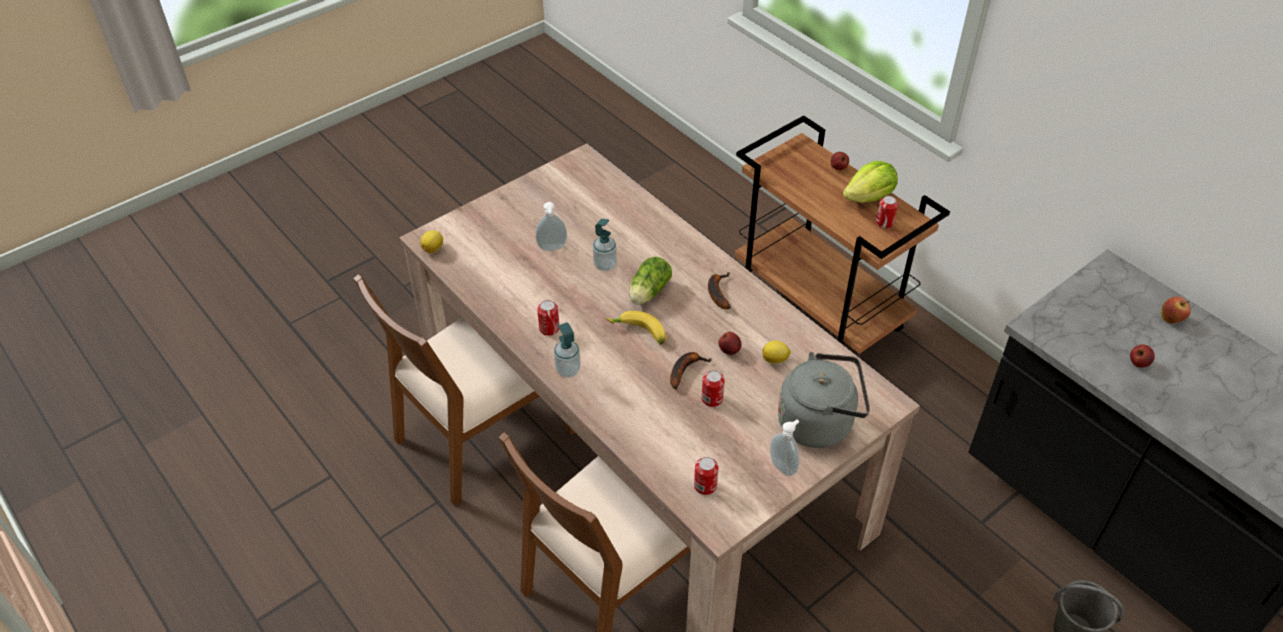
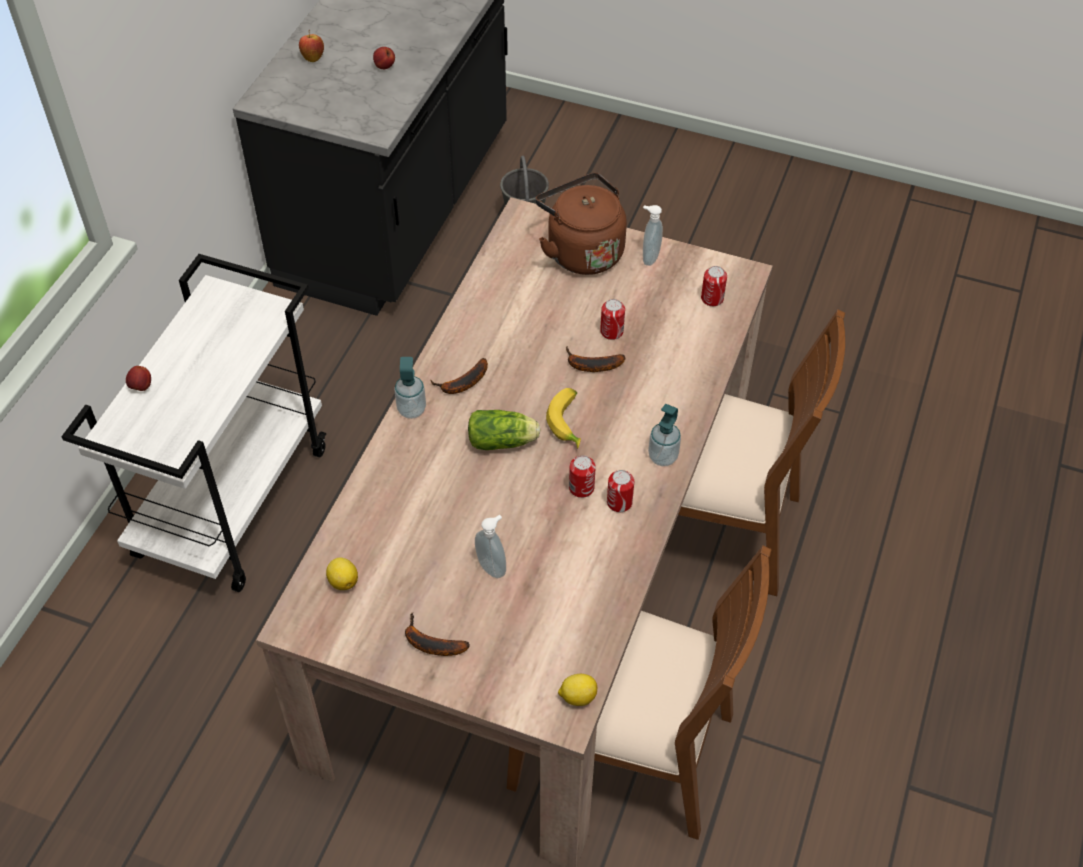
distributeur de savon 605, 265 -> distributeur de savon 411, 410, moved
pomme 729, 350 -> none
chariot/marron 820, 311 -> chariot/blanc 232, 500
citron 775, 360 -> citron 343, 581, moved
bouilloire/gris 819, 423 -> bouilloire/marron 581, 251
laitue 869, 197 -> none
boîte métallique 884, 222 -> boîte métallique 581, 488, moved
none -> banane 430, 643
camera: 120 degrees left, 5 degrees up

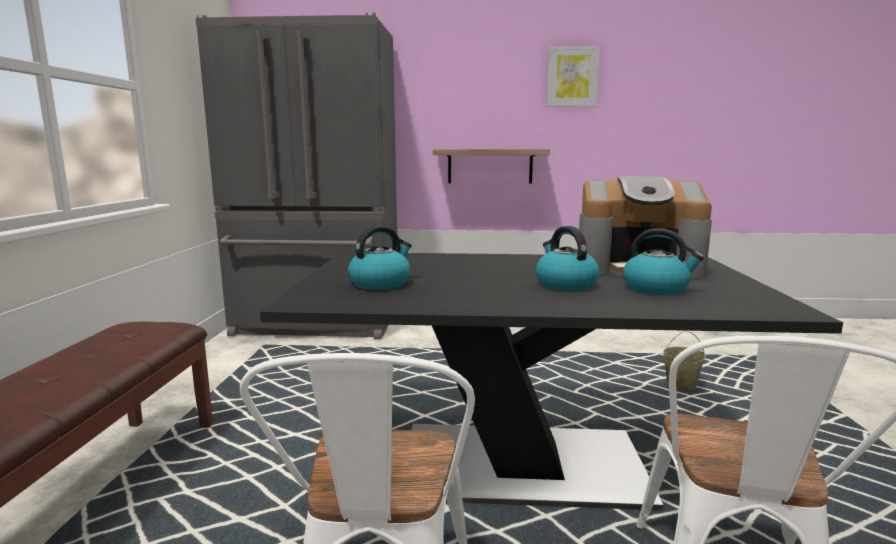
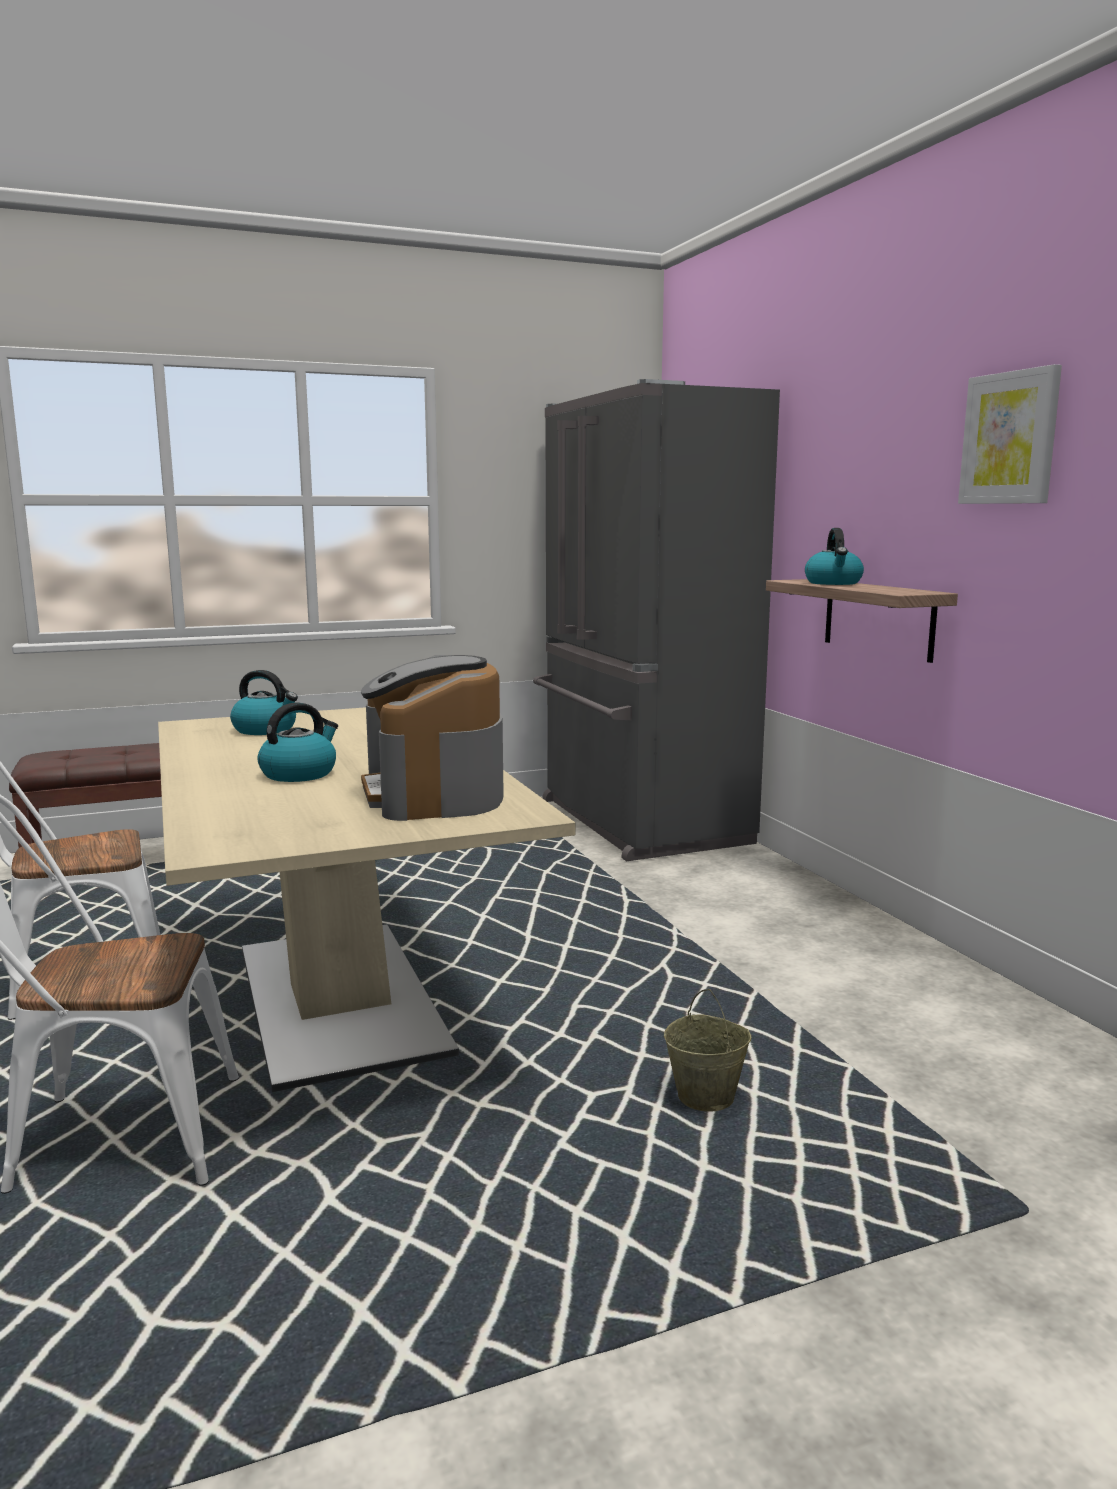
table à manger/noir 522, 465 -> table à manger/beige 339, 999
bouilloire 656, 288 -> bouilloire 833, 583, moved
camera: 65 degrees right, 0 degrees up

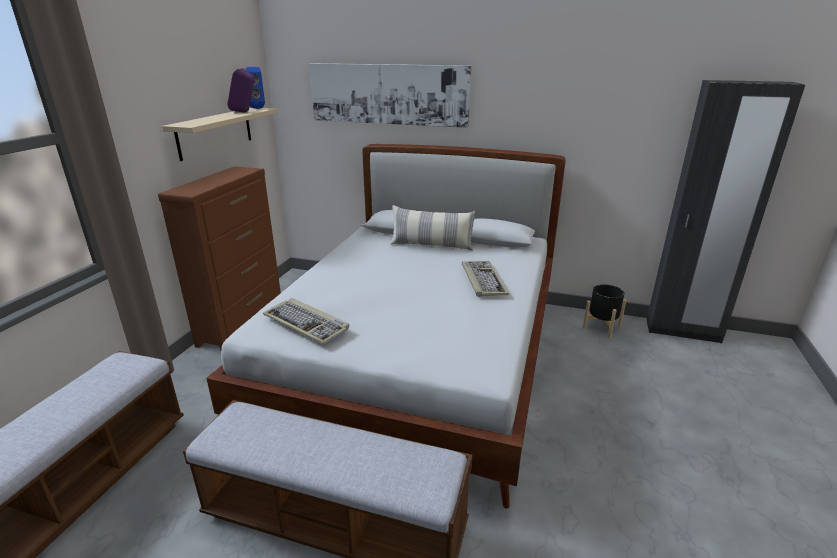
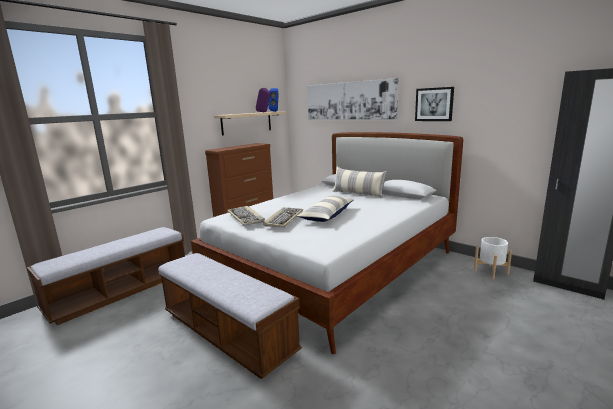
clavier 482, 280 -> clavier 283, 219, moved
cache-pot/noir 602, 327 -> cache-pot/blanc 491, 272
none -> coussin 327, 215
none -> tableau 434, 104
camera: 25 degrees right, 10 degrees down

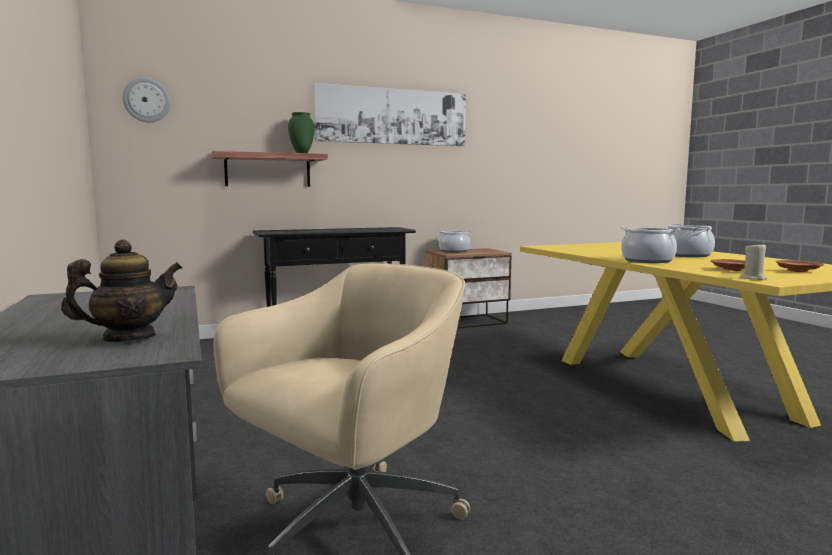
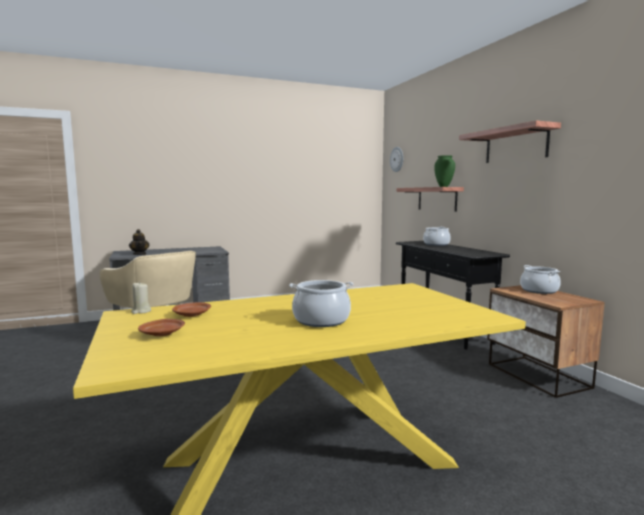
tableau 392, 116 -> étagère 516, 145
marmite 647, 260 -> marmite 436, 244, moved
camera: 90 degrees right, 0 degrees up

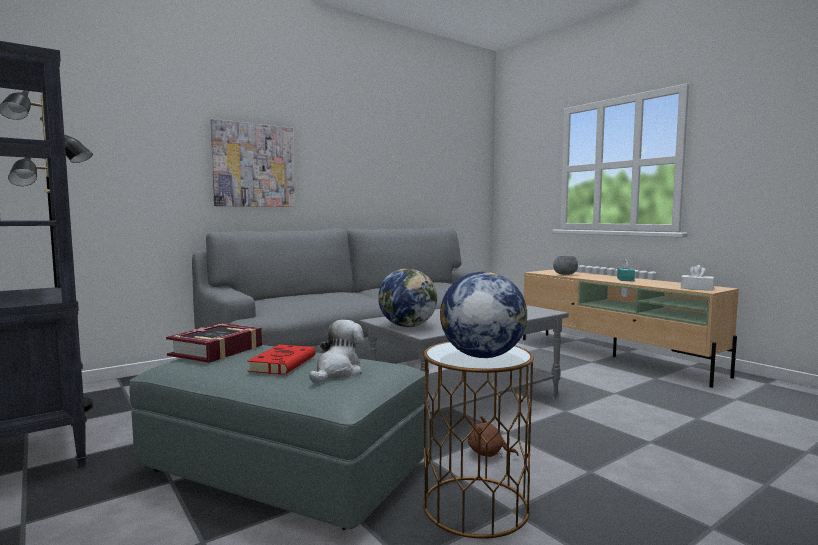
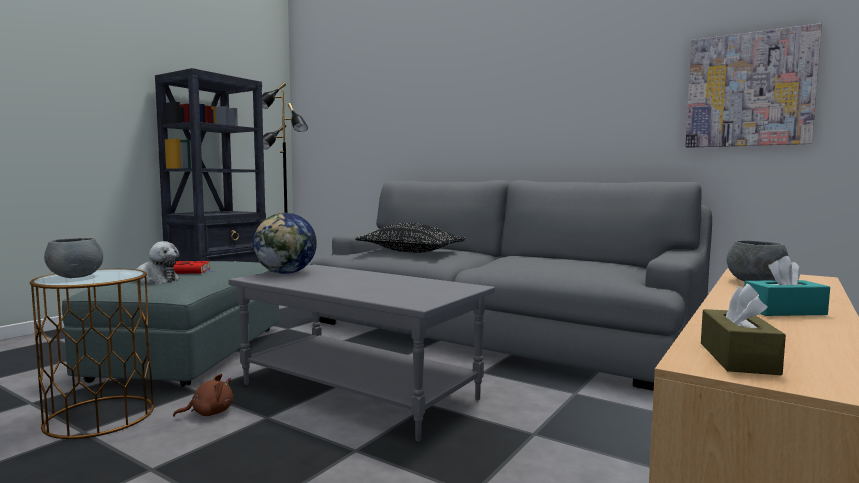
livre 217, 351 -> none
tableau 254, 165 -> tableau 749, 90, moved
globe 481, 356 -> bol/gris 76, 277
peluche/marron 488, 453 -> peluche/marron 209, 413, 60 degrees clockwise
boîte à mouchoirs/blanc 696, 288 -> boîte à mouchoirs/marron 738, 358
none -> coussin/noir 410, 251
camera: 70 degrees right, 0 degrees up

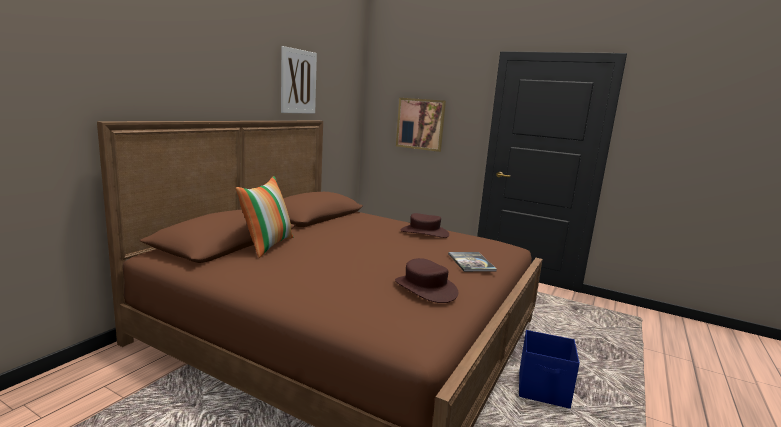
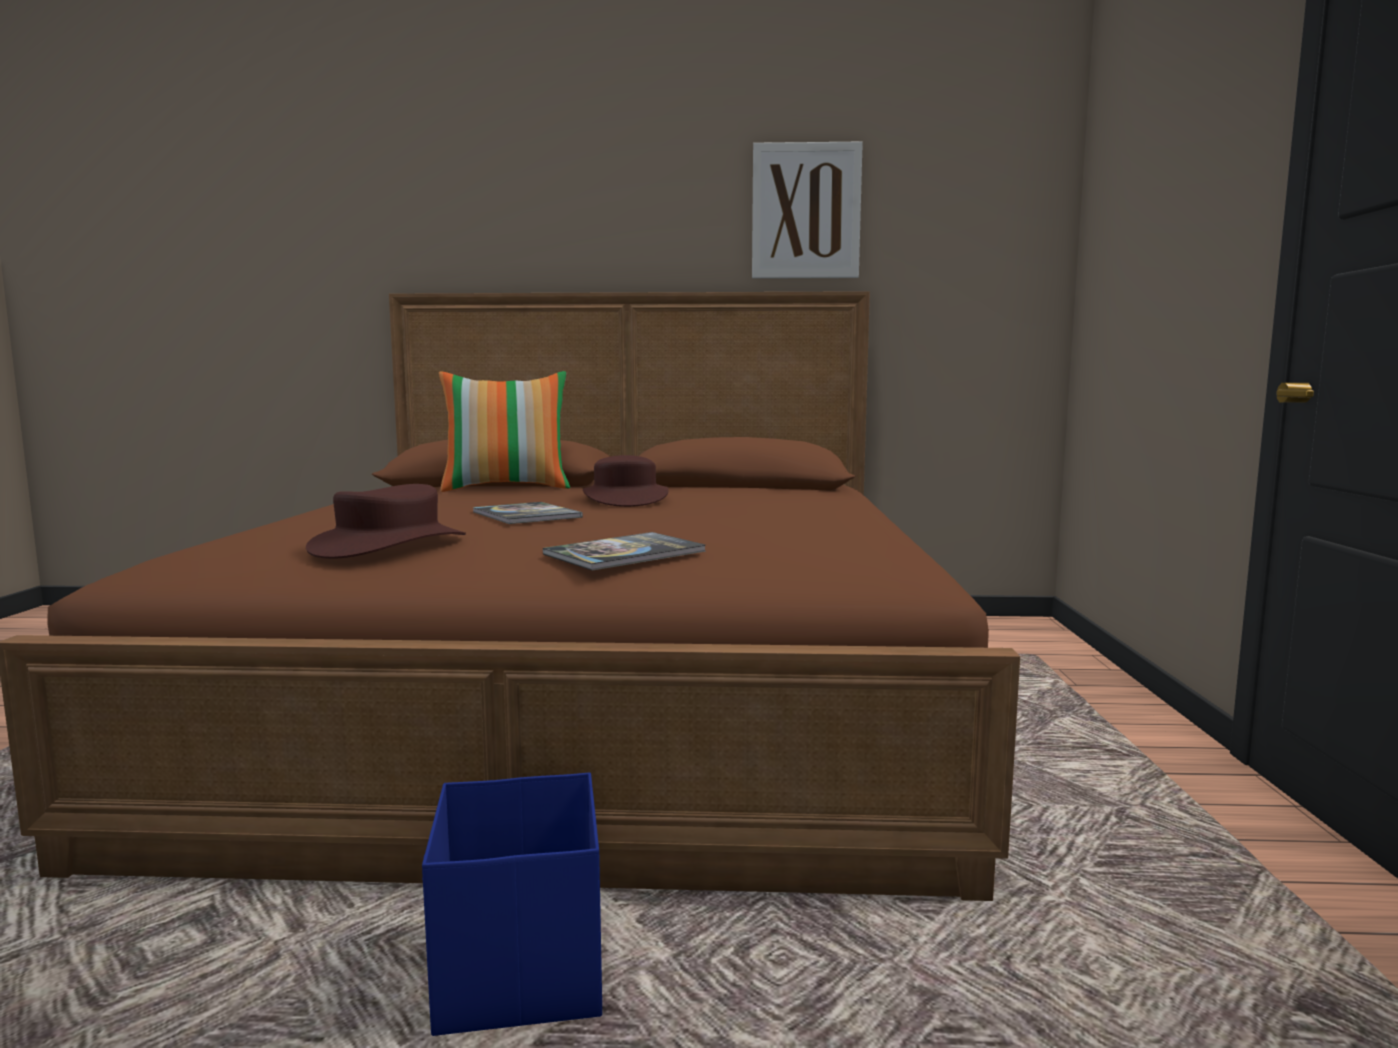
tableau 420, 124 -> none
chapeau/marron 424, 232 -> chapeau/marron 625, 499, moved
none -> livre 526, 515
camera: 65 degrees right, 5 degrees down

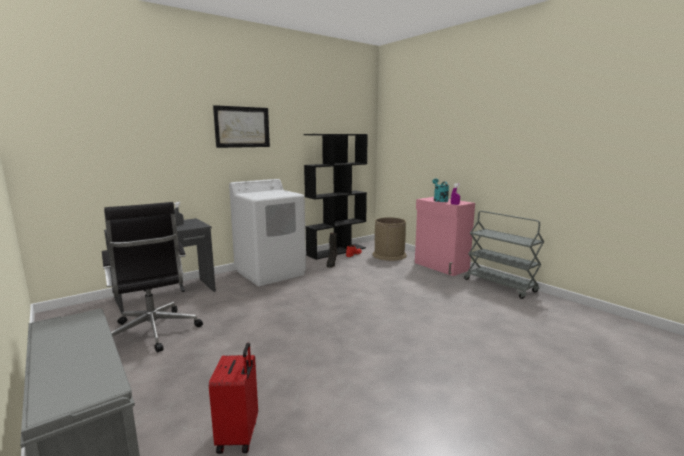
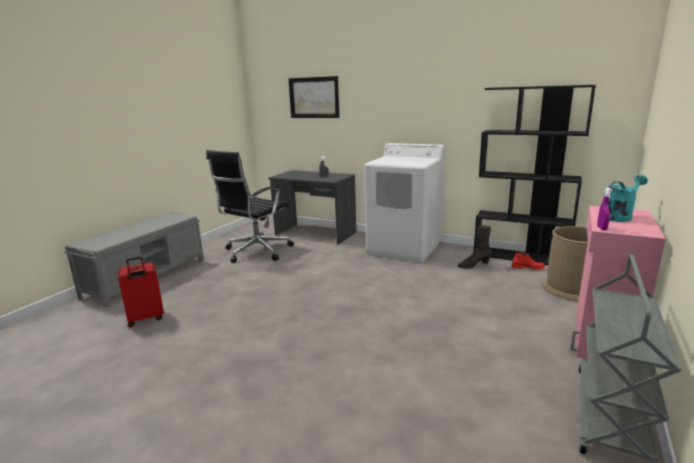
tableau 242, 127 -> tableau 314, 97, moved
camera: 65 degrees right, 5 degrees up

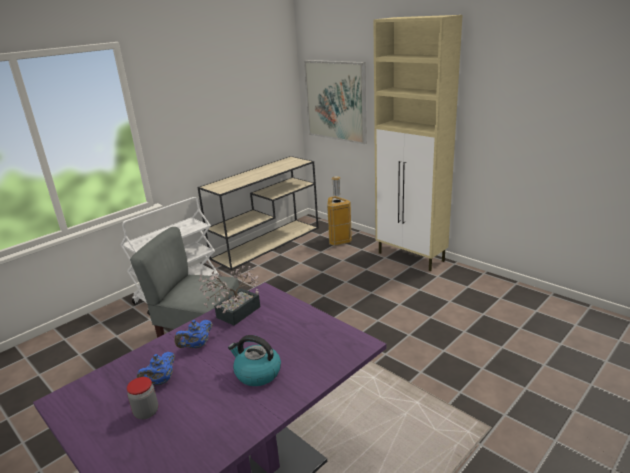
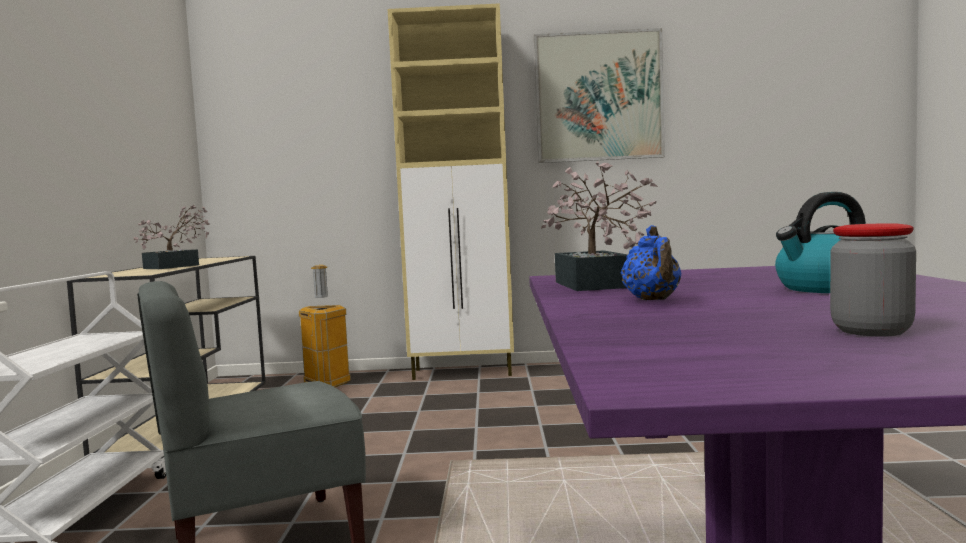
théière/bleu 160, 382 -> none
tableau 336, 101 -> tableau 598, 97, moved
none -> plante en pot 177, 266
camera: 45 degrees left, 20 degrees down

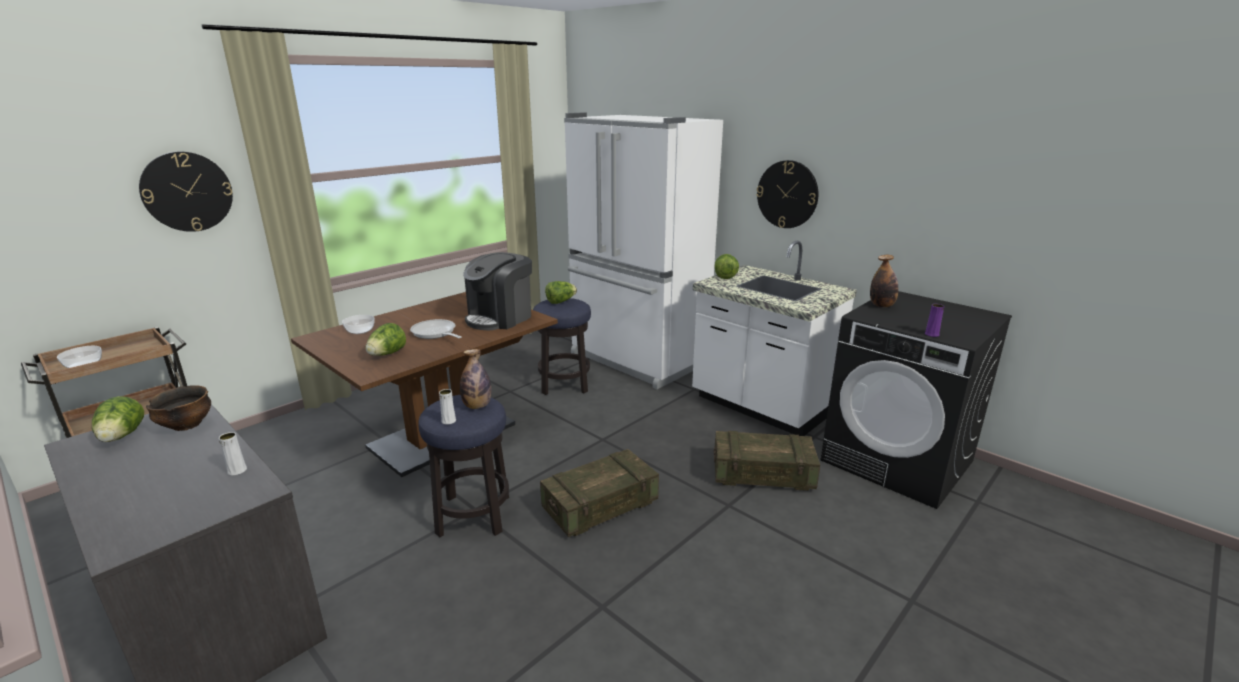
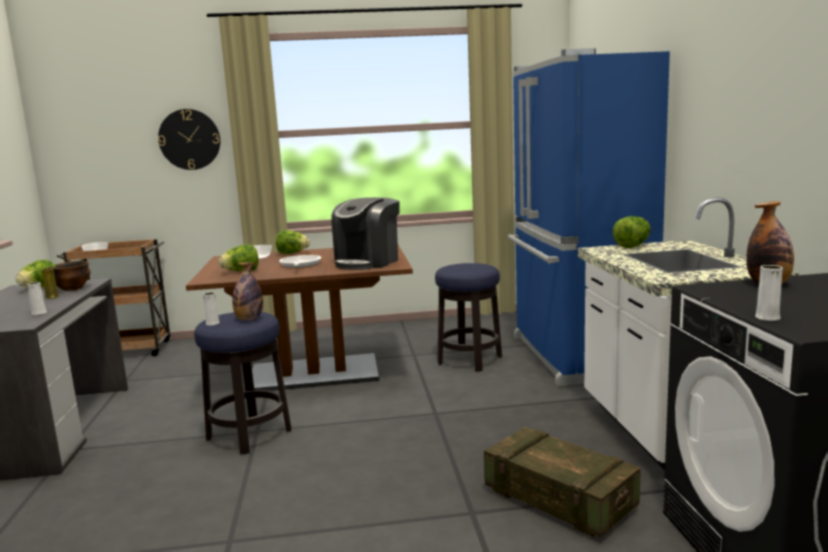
machine à café 500, 318 -> machine à café 368, 262, 45 degrees counterclockwise
caisse 600, 506 -> none
laitue 560, 301 -> laitue 292, 253, moved
réfrigérateur/blanc 636, 360 -> réfrigérateur/bleu 576, 356
horloge murale 787, 194 -> none
vase/violet 931, 334 -> vase/blanc 767, 318
none -> vase/jaune 52, 297
camera: 40 degrees right, 10 degrees down

